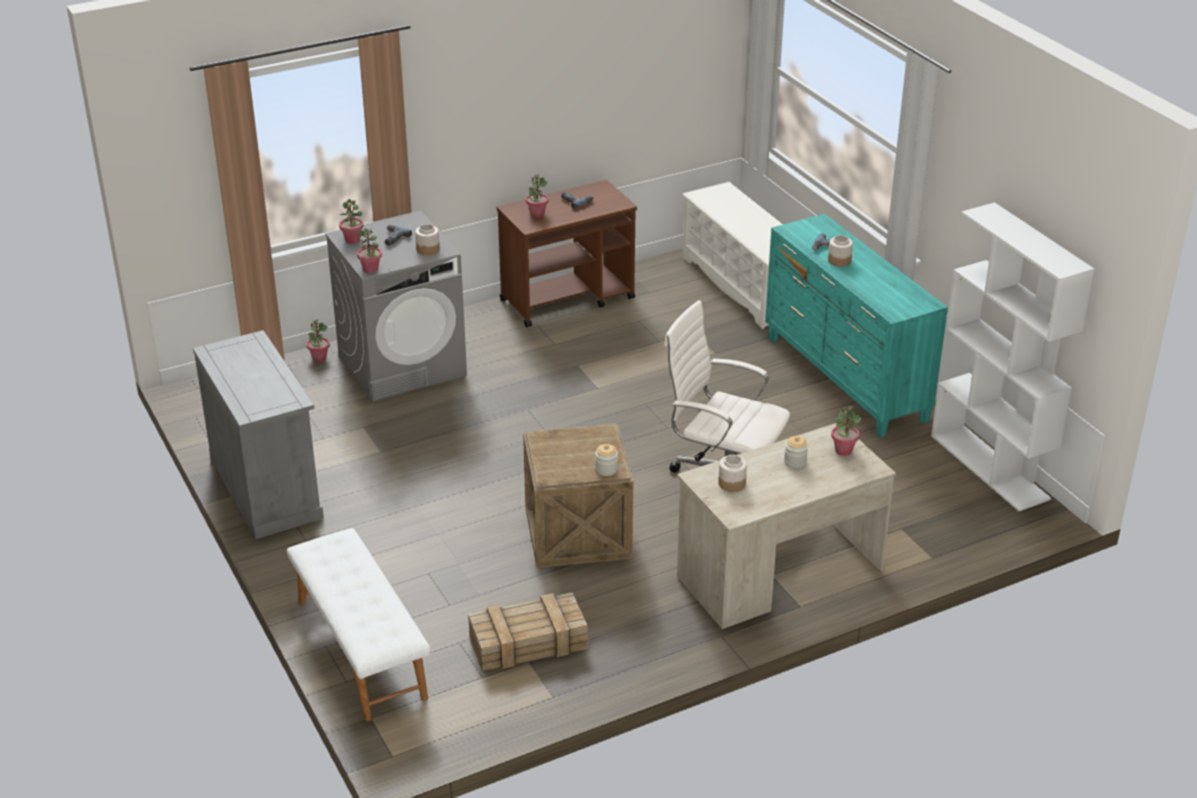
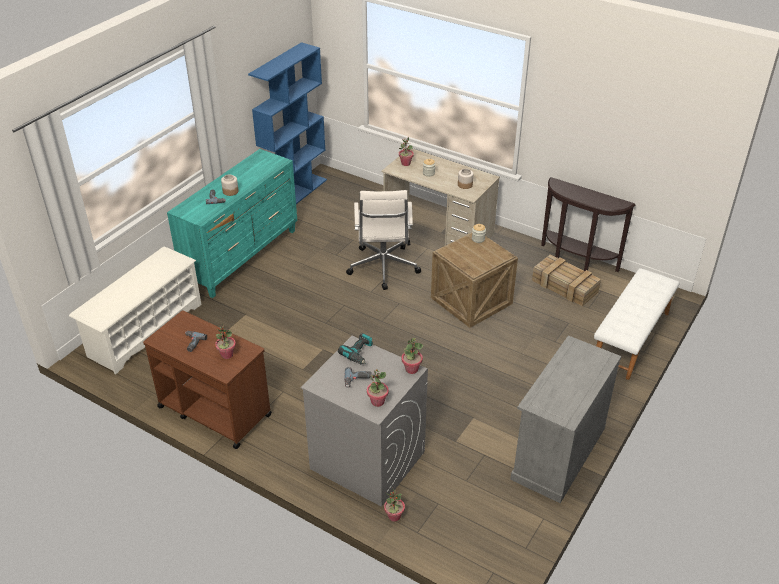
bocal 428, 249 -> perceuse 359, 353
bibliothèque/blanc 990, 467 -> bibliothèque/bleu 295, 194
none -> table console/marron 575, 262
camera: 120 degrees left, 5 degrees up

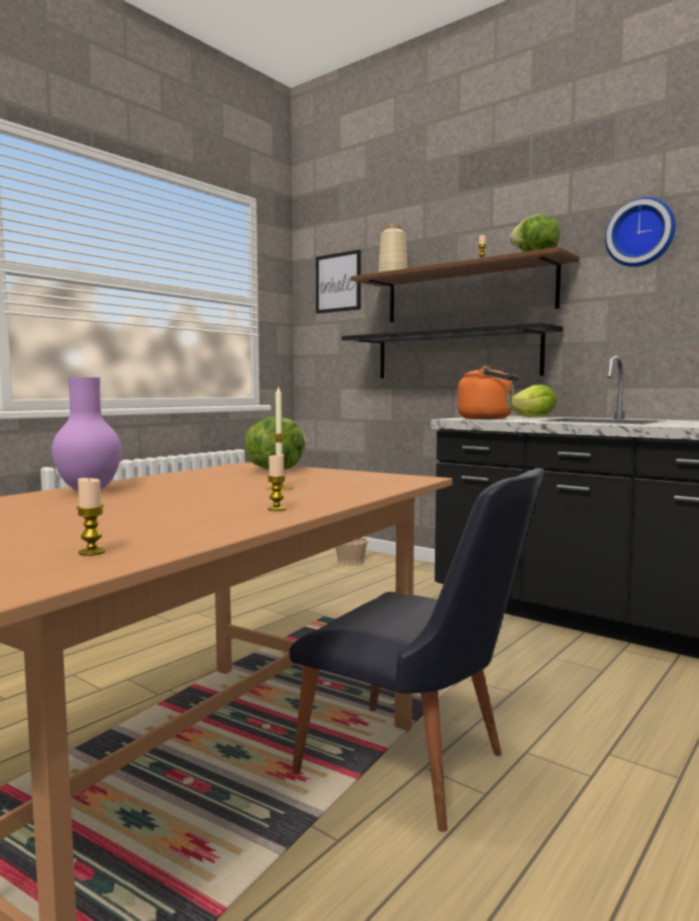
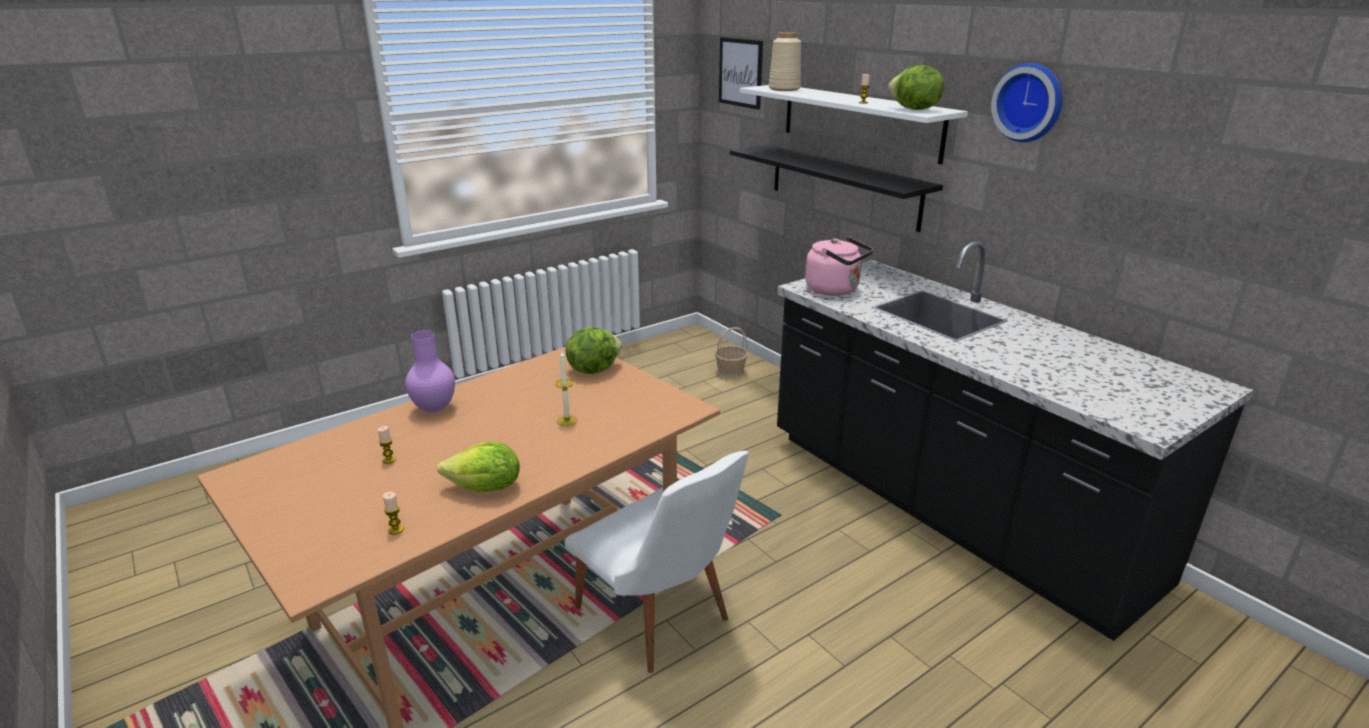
bougie 276, 509 -> bougie 389, 460, moved
chaise/noir 418, 771 -> chaise/blanc 661, 622
étagère/marron 468, 293 -> étagère/blanc 859, 121
bouilloire/orange 488, 418 -> bouilloire/rose 835, 290
laitue 533, 417 -> laitue 486, 488, moved
camera: 15 degrees right, 20 degrees up

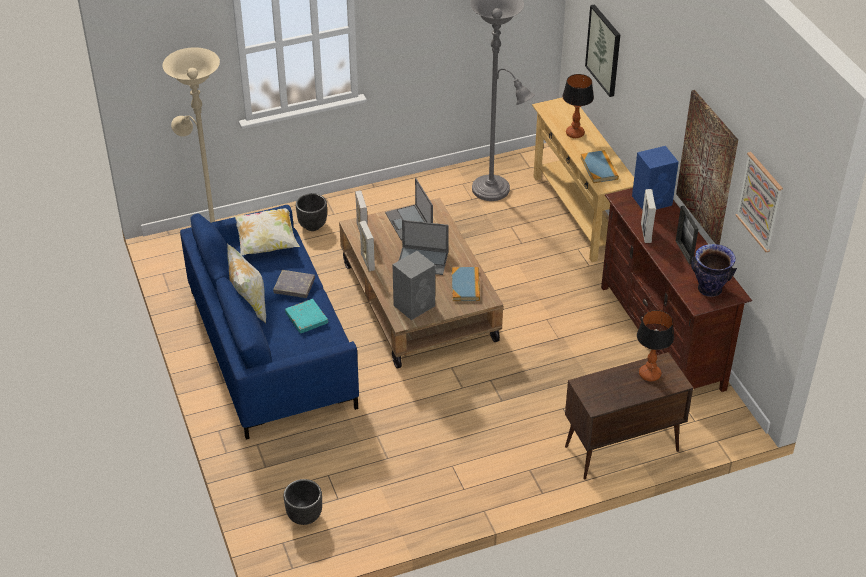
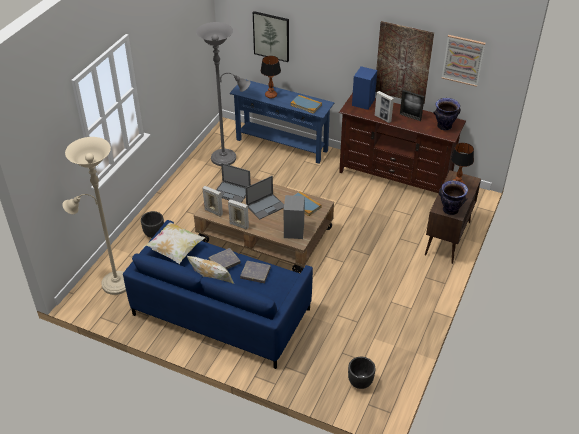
livre/turquoise 306, 318 -> livre/gris 255, 273
table console/beige 578, 214 -> table console/bleu 282, 145
none -> vase 450, 210
camera: 45 degrees left, 0 degrees up

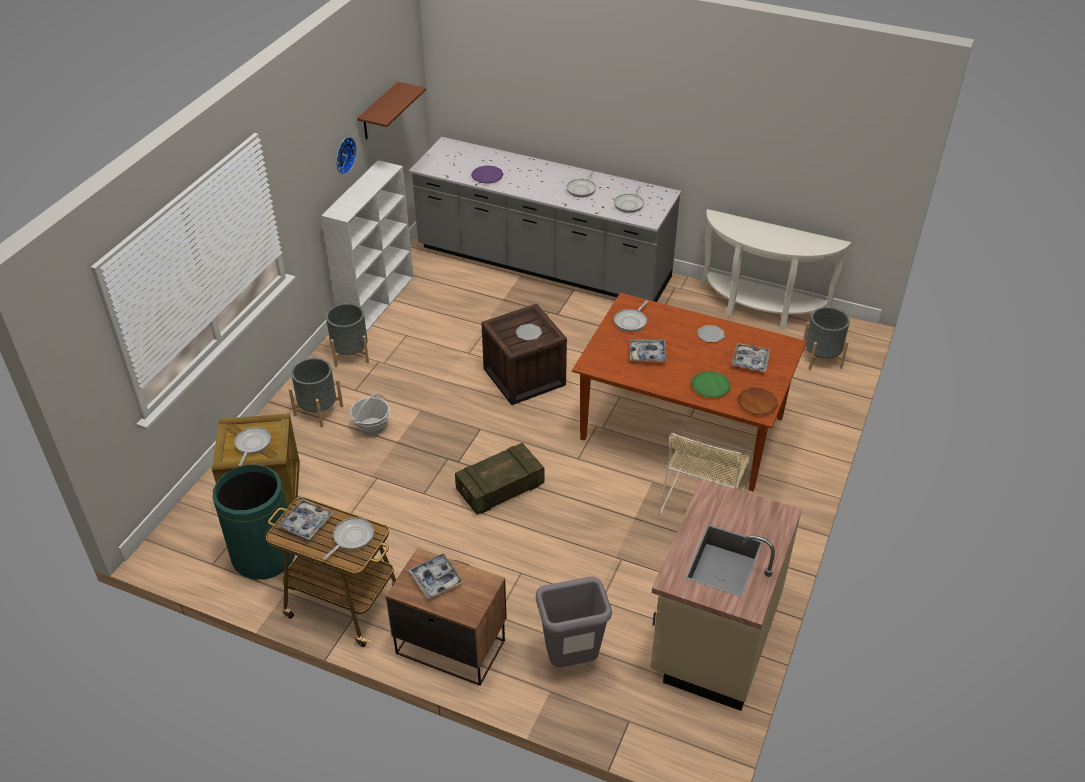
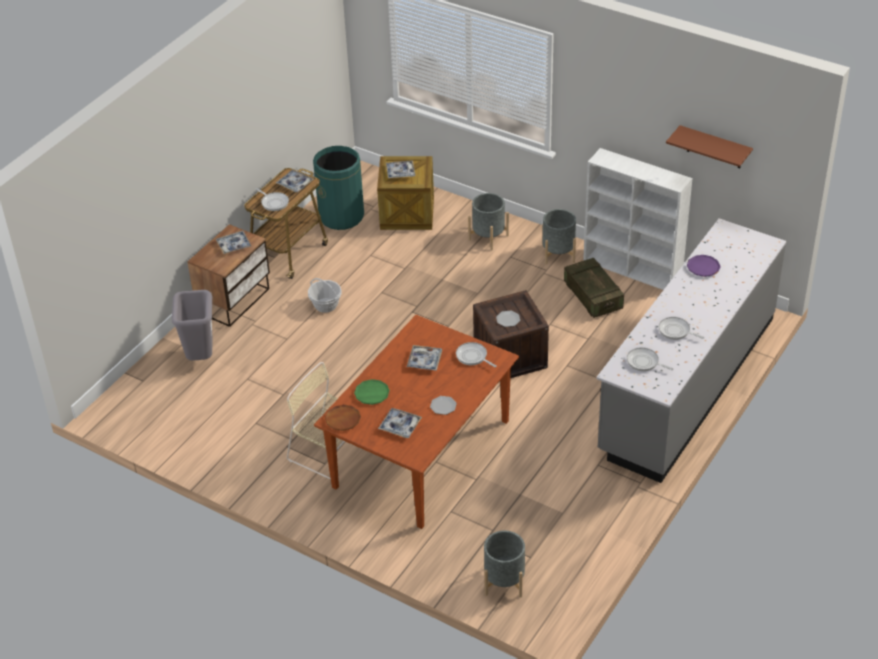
poêle 252, 445 -> plateau 400, 172
horloge murale 343, 155 -> none
panier 372, 426 -> panier 326, 305, moved
caisse 500, 488 -> caisse 593, 296, moved
comptoir de cuisine/beige 713, 636 -> none
table console/blanc 760, 310 -> none
camera: 100 degrees right, 0 degrees up

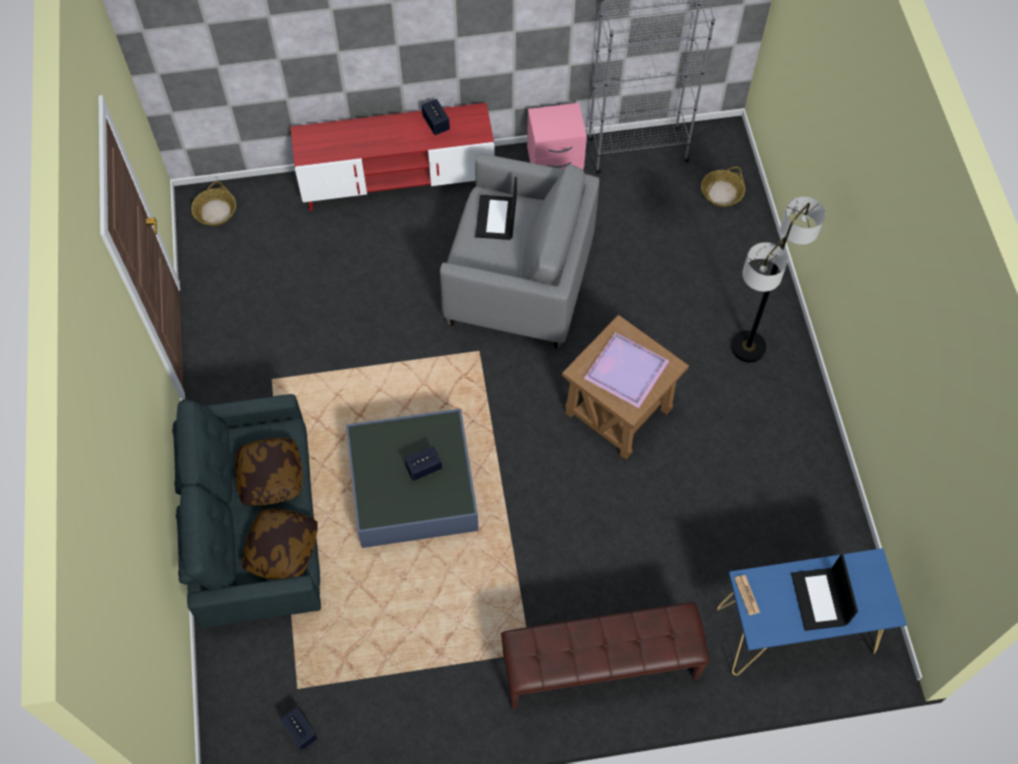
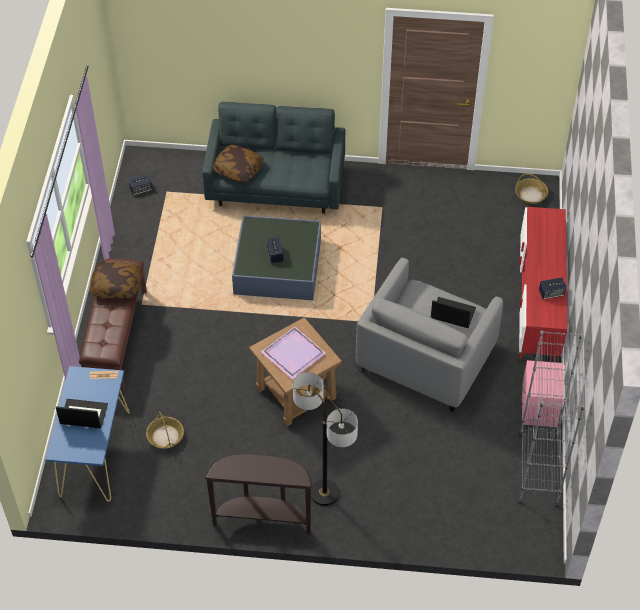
coussin 270, 477 -> coussin 116, 286, moved
panier 721, 193 -> panier 165, 436, moved
none -> table console/marron 263, 518
camera: 105 degrees right, 10 degrees down

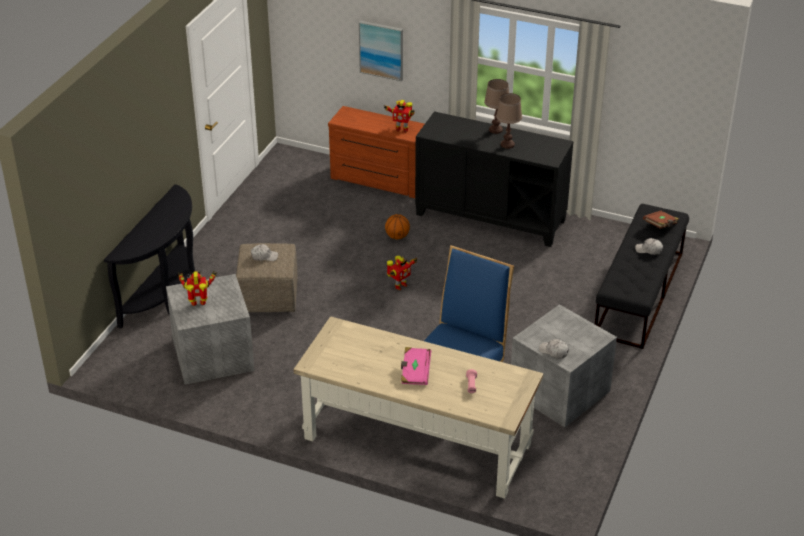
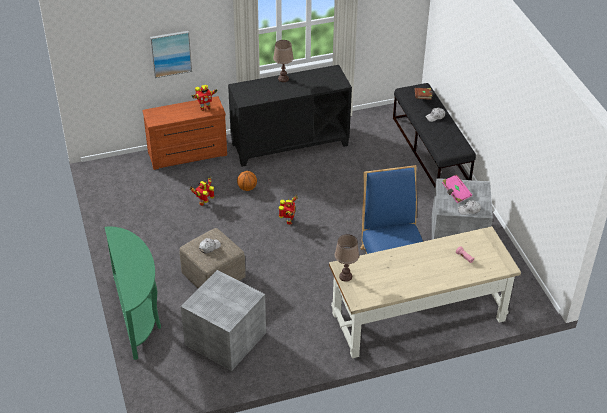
table console/noir 166, 293 -> table console/vert 138, 315
robot jouet 199, 304 -> robot jouet 204, 203, moved
livre/rose 415, 372 -> livre/rose 455, 193, moved
lampe de table/marron 507, 144 -> lampe de table/marron 346, 276, moved
camera: 40 degrees left, 5 degrees up

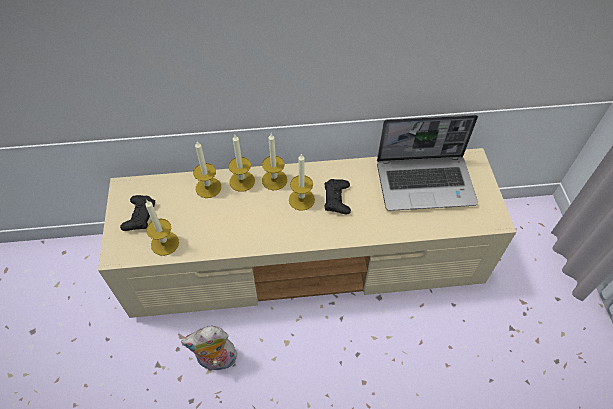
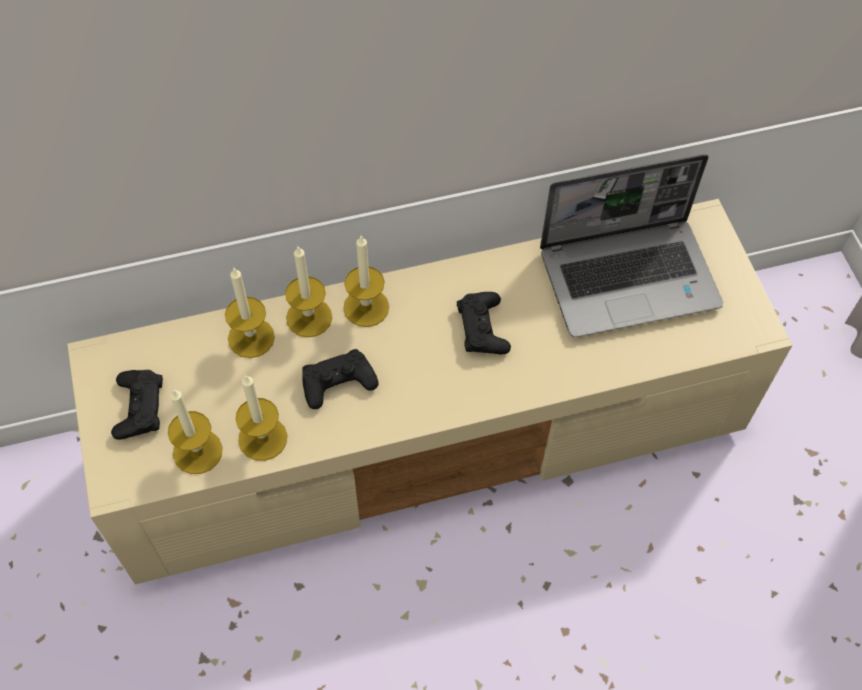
peluche 216, 361 -> none
bougie 301, 199 -> bougie 262, 438, moved
none -> manette/noir 338, 382
camera: 10 degrees left, 5 degrees up

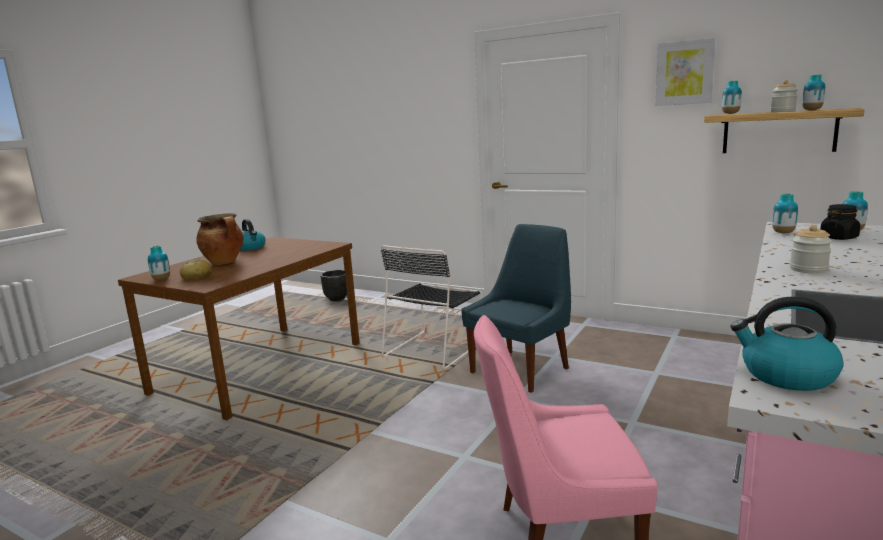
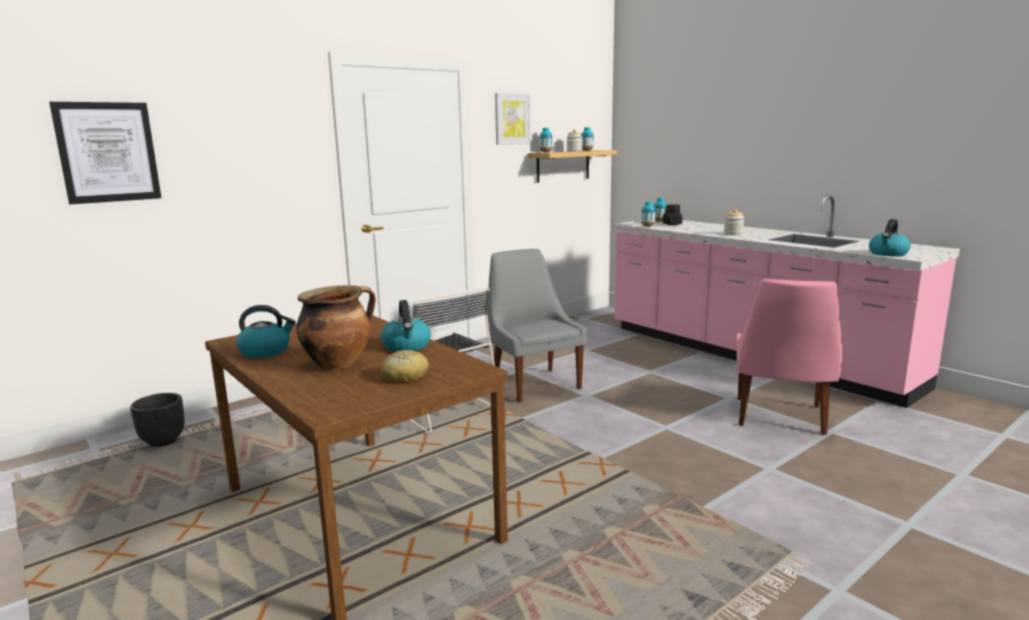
vase 161, 279 -> none
chaise/bleu 522, 369 -> chaise/gris 534, 384
none -> tableau 108, 152
none -> bouilloire 407, 346
camera: 70 degrees left, 0 degrees up

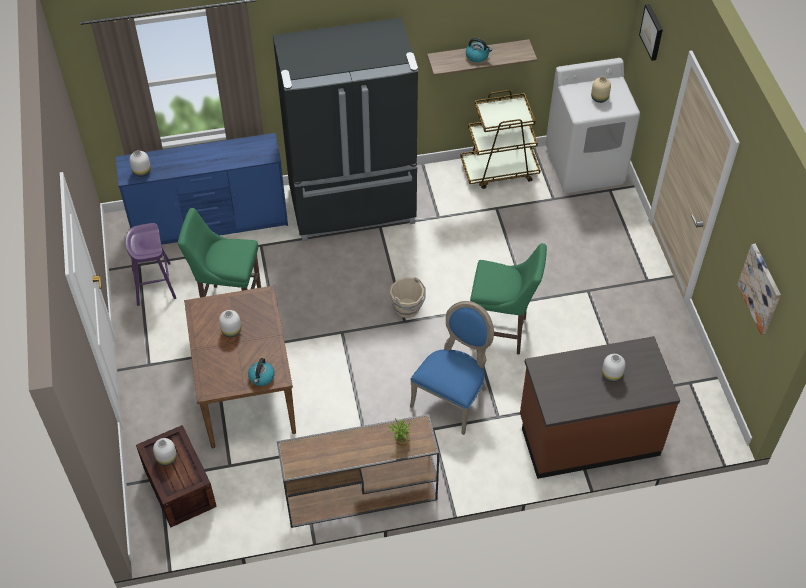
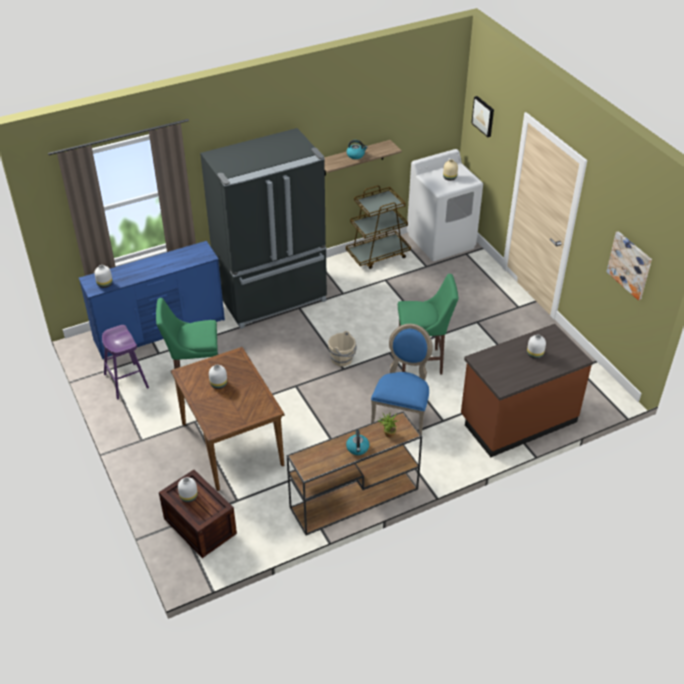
bouilloire 261, 377 -> bouilloire 357, 448, moved
camera: 15 degrees left, 10 degrees down

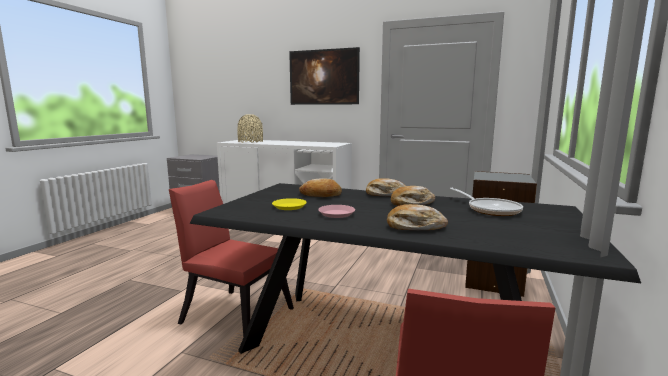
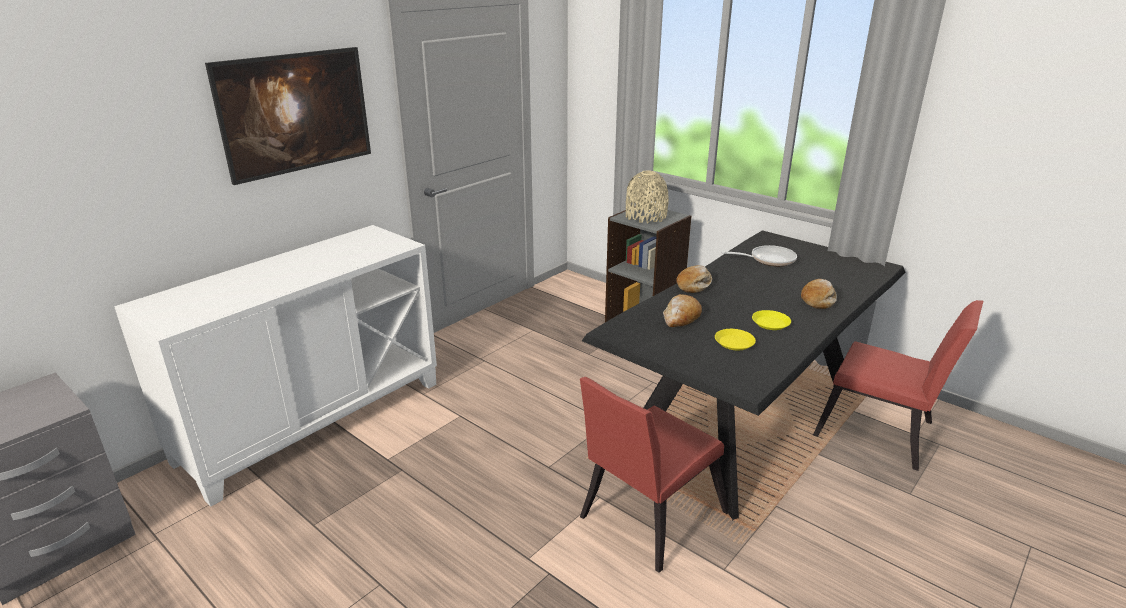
vase/beige 250, 142 -> vase/beige 645, 216, moved
assiette/rose 336, 214 -> assiette/jaune 771, 323
pain 412, 203 -> none
camera: 70 degrees left, 15 degrees up

